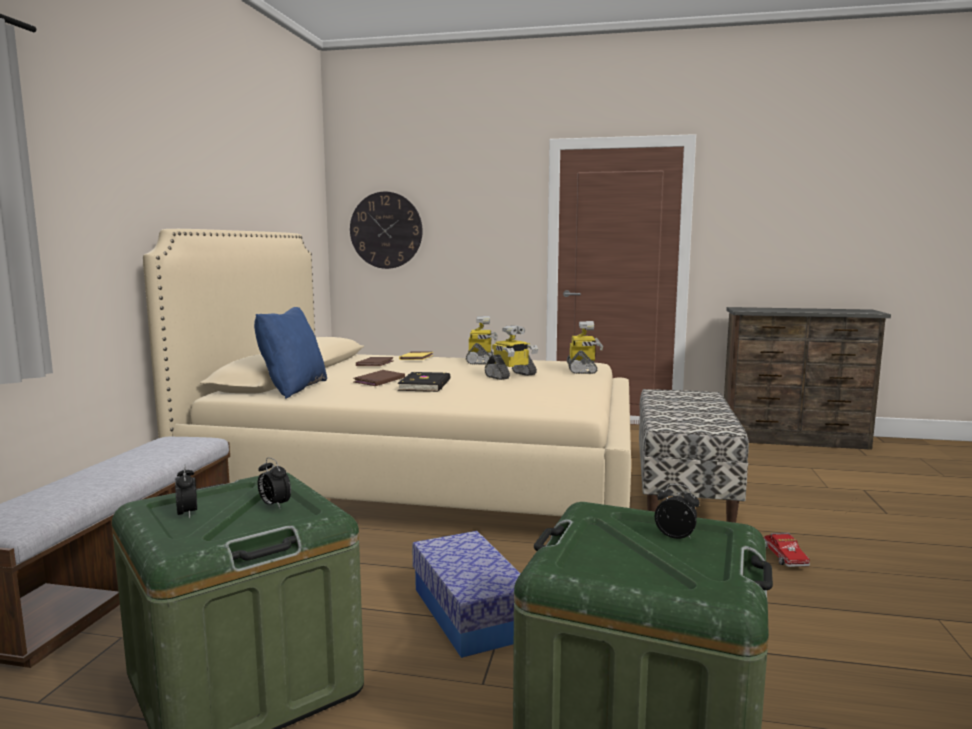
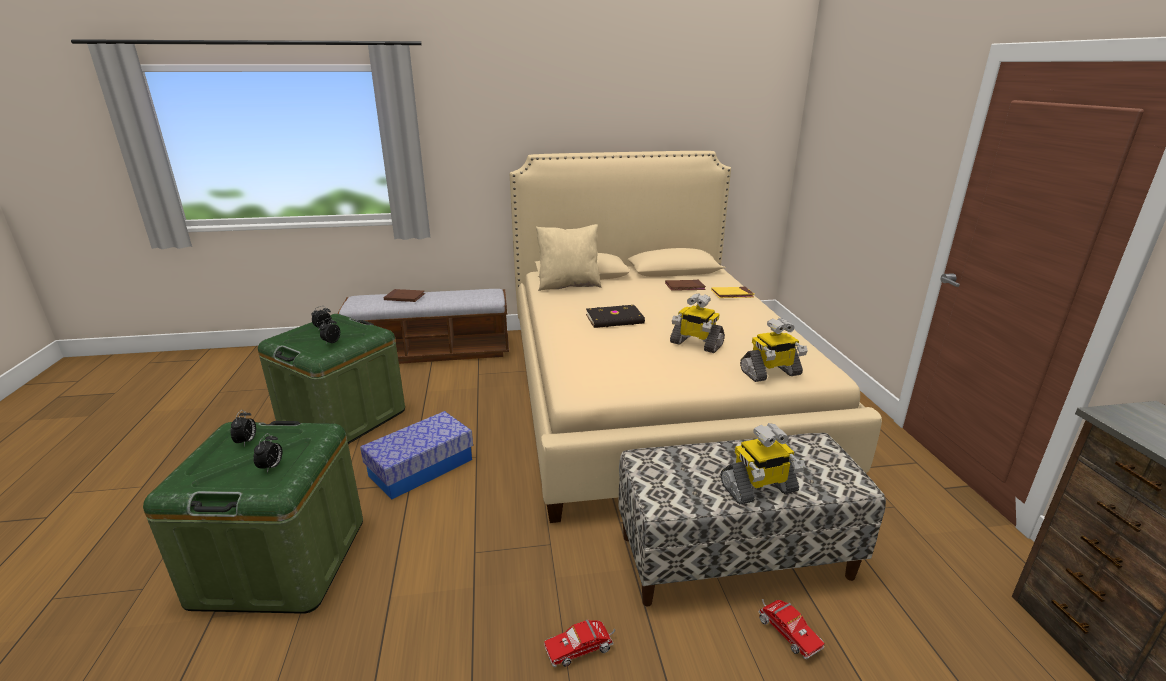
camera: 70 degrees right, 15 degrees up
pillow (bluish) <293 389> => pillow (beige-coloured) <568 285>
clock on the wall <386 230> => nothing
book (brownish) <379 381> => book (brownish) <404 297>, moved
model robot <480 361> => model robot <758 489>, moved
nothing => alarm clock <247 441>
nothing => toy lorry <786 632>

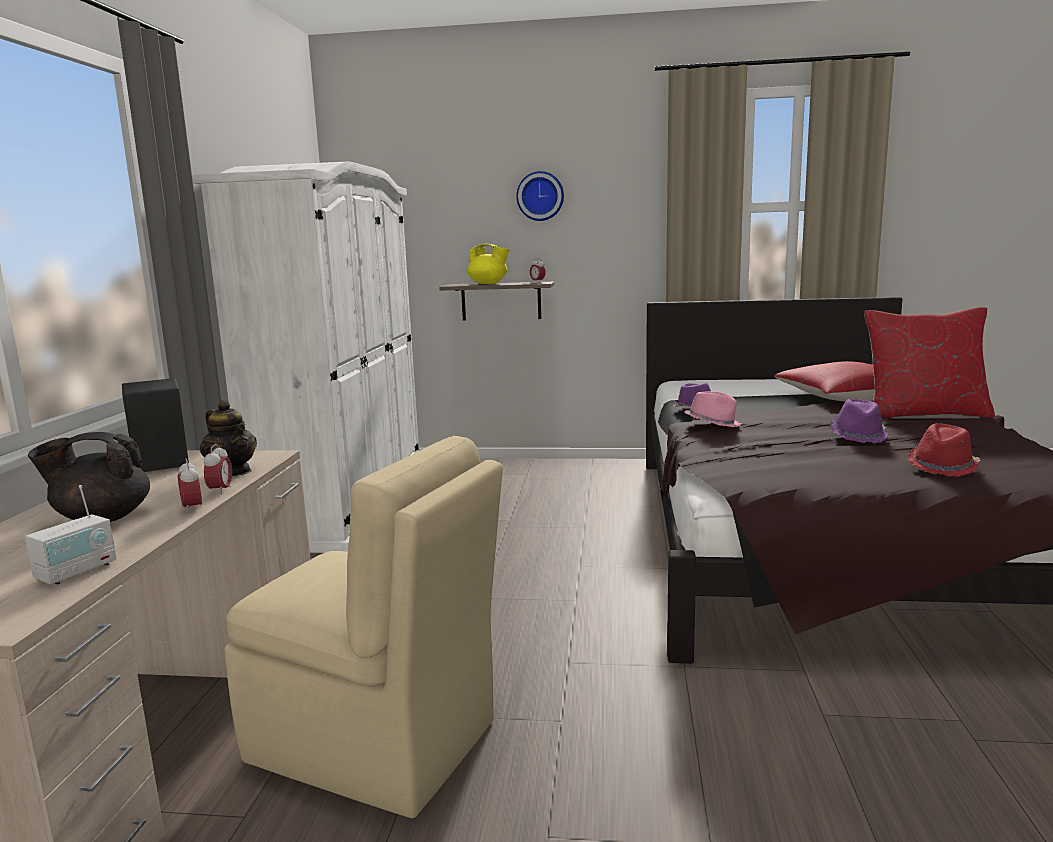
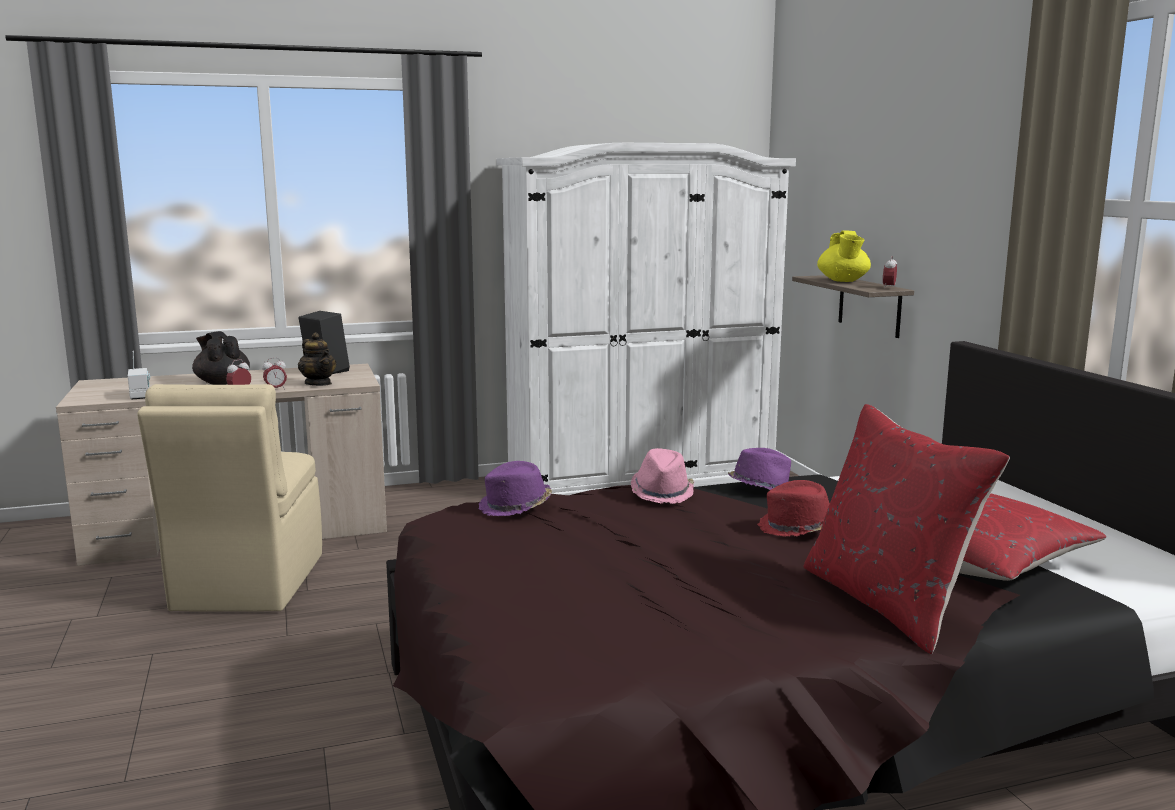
camera: 65 degrees right, 0 degrees up
radio set <77 571> => radio set <140 395>, 120 degrees counterclockwise
teapot <232 472> => teapot <318 383>, 60 degrees counterclockwise
clock on the wall <540 196> => nothing
wearable hat (purple) <858 435> => wearable hat (purple) <515 507>, moved
wearable hat (red-coloured) <942 466> => wearable hat (red-coloured) <797 528>, moved

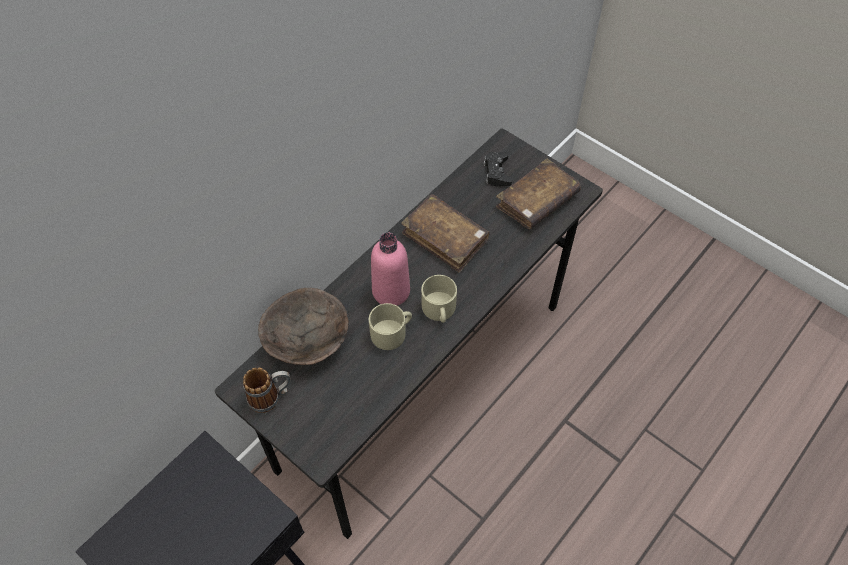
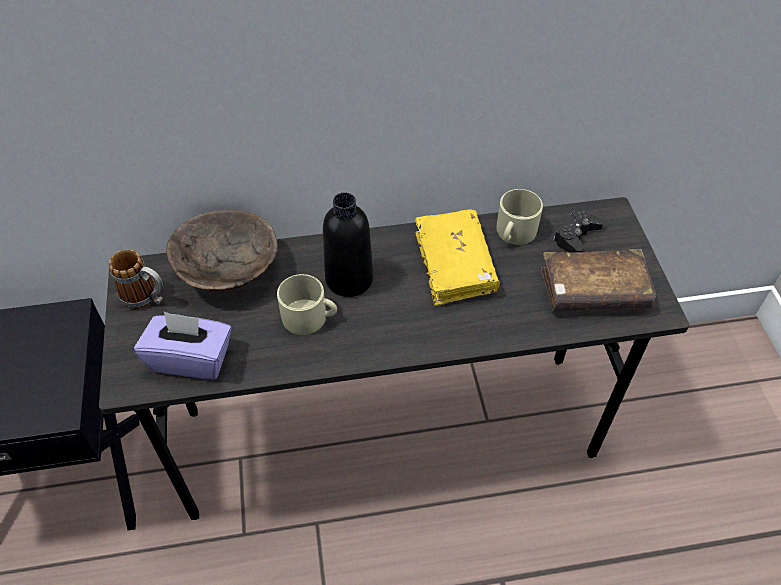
camera: 40 degrees right, 5 degrees down
beverage bottle (pink) <391 291> => beverage bottle (black) <349 279>
book (brownish) <445 238> => book (yellowish) <454 265>
coffee mug (beige-coloured) <439 310> => coffee mug (beige-coloured) <514 233>, moved
nothing => tissue box (purple) <191 359>

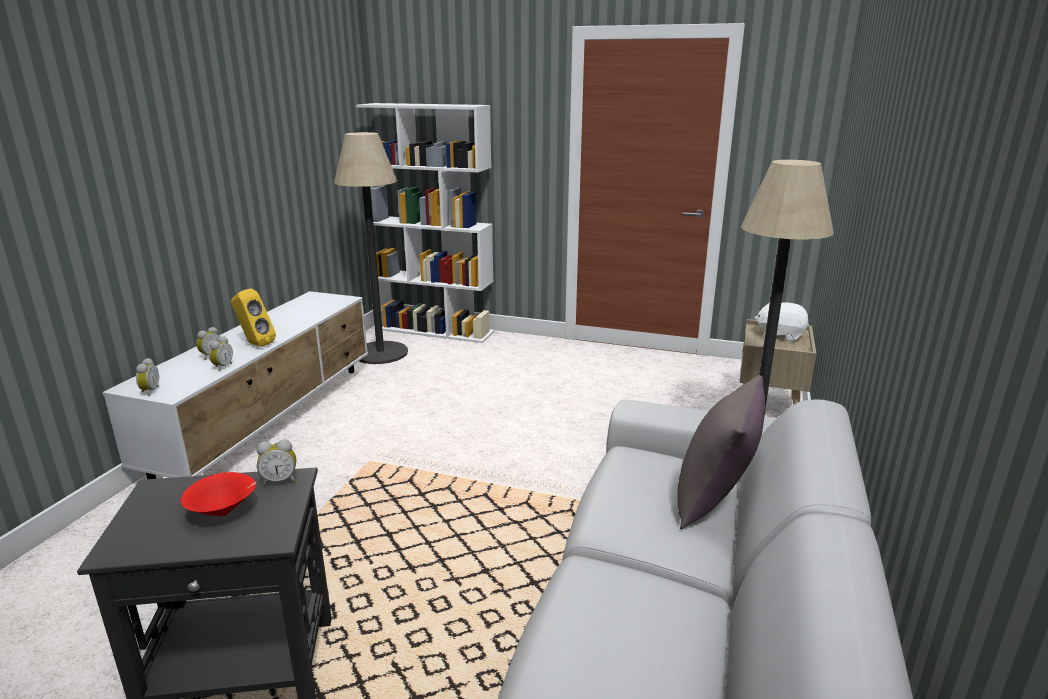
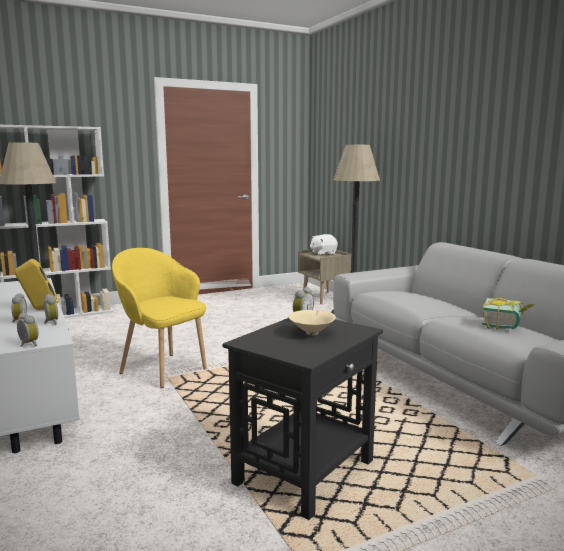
camera: 45 degrees left, 10 degrees down
deep dish (red-coloured) <224 512> => deep dish (beige-coloured) <312 333>
pillow (grey) <715 500> => nothing
nothing => lounge chair (yellowish) <163 369>
nothing => book <506 325>

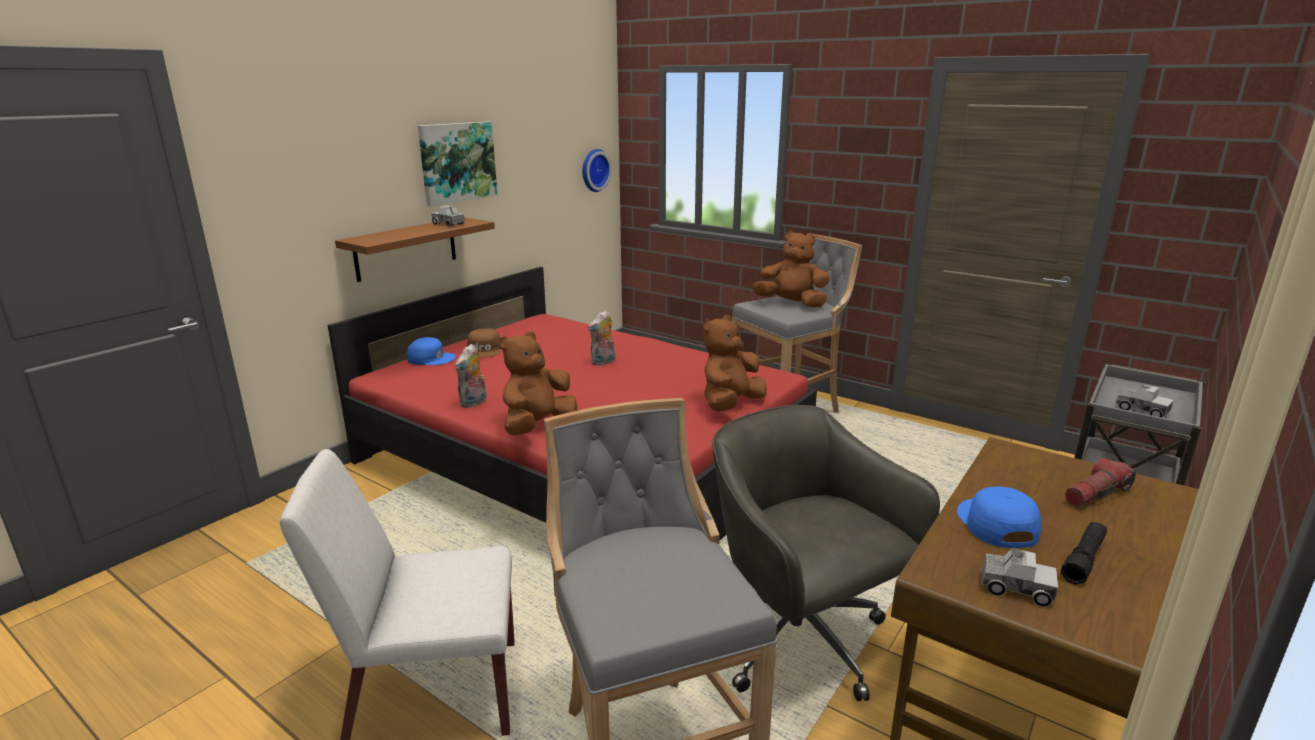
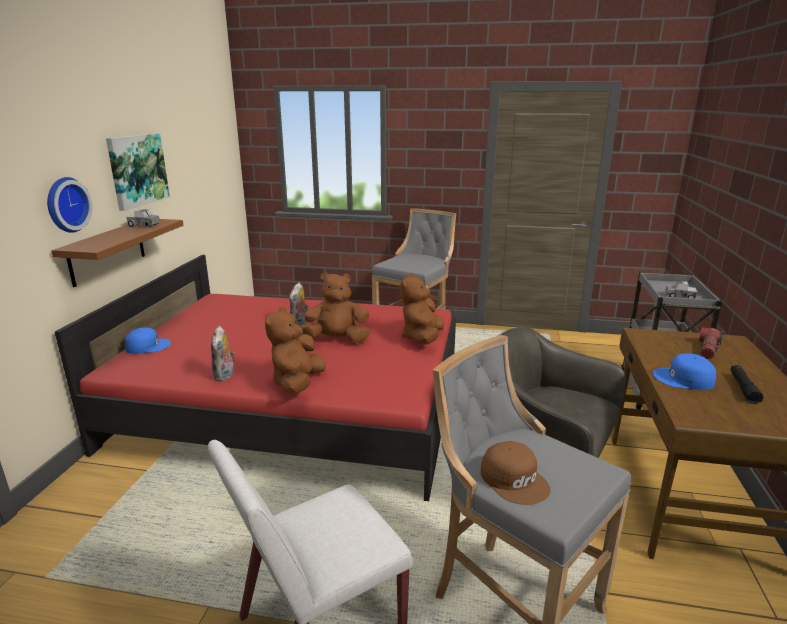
camera: 25 degrees left, 0 degrees up
baseball cap (brownish) <484 350> => baseball cap (brownish) <515 479>, moved
clock on the wall <593 170> => clock on the wall <65 204>, moved
plush toy (brownish) <791 304> => plush toy (brownish) <336 340>, moved
baseball cap (bluish) <995 524> => baseball cap (bluish) <684 379>, 45 degrees counterclockwise
toy lorry <1016 588> => nothing

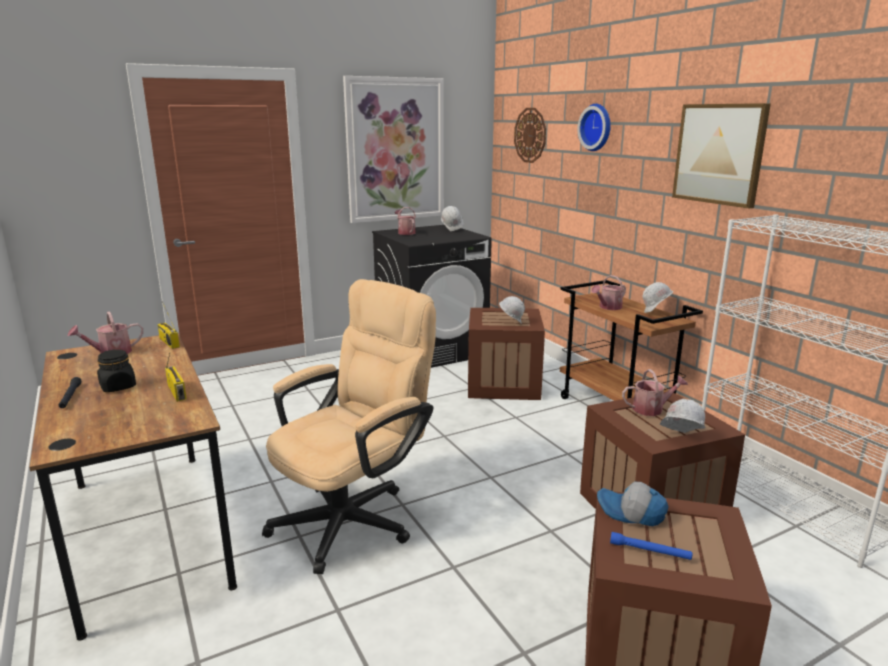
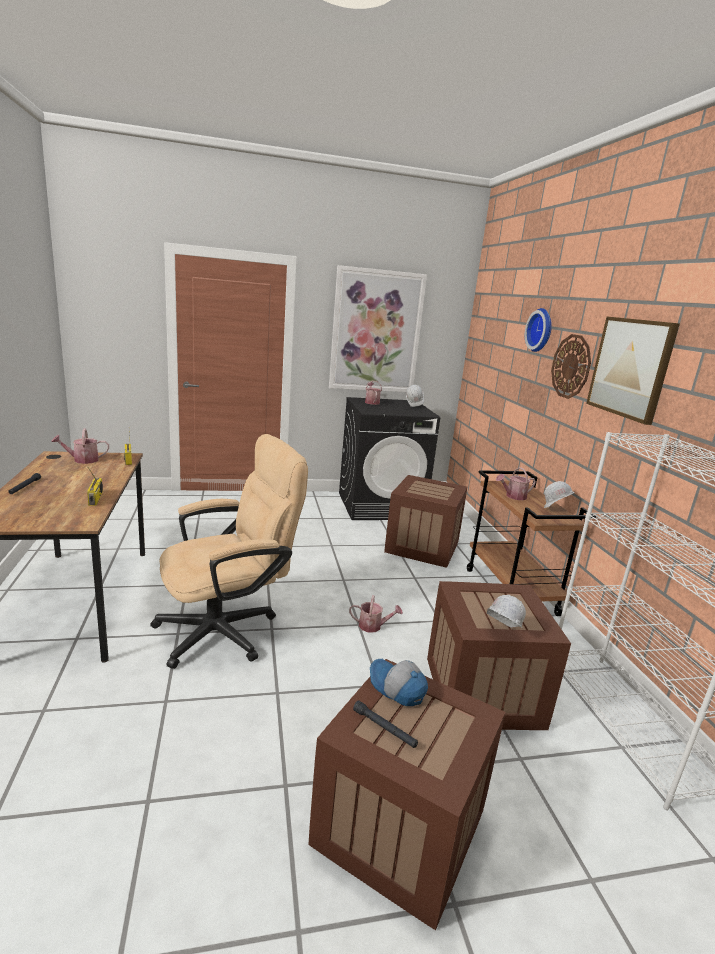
camera: 15 degrees right, 0 degrees up
preserve jar (black) <118 387> => nothing
work helmet (white-coloured) <511 322> => nothing
clock on the wall <530 135> => clock on the wall <571 366>, moved
hand torch (bluish) <650 551> => hand torch (black) <384 728>
watering pot <651 409> => watering pot <373 626>, moved

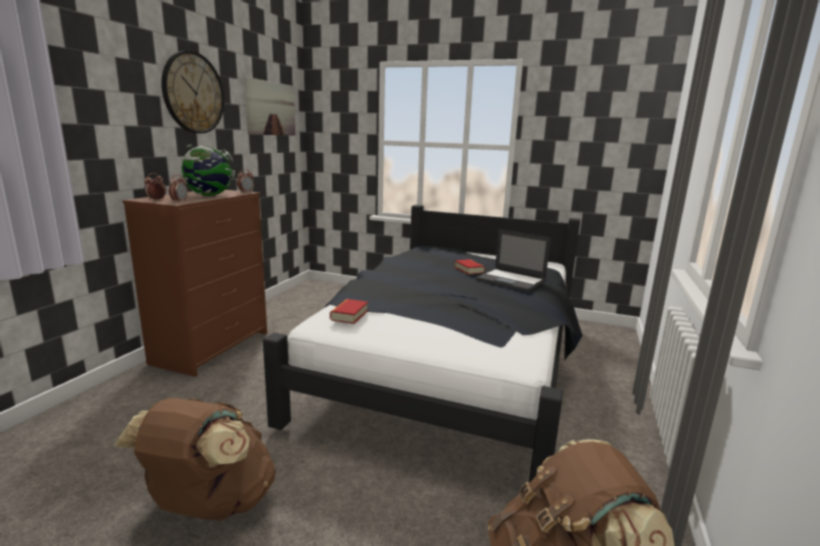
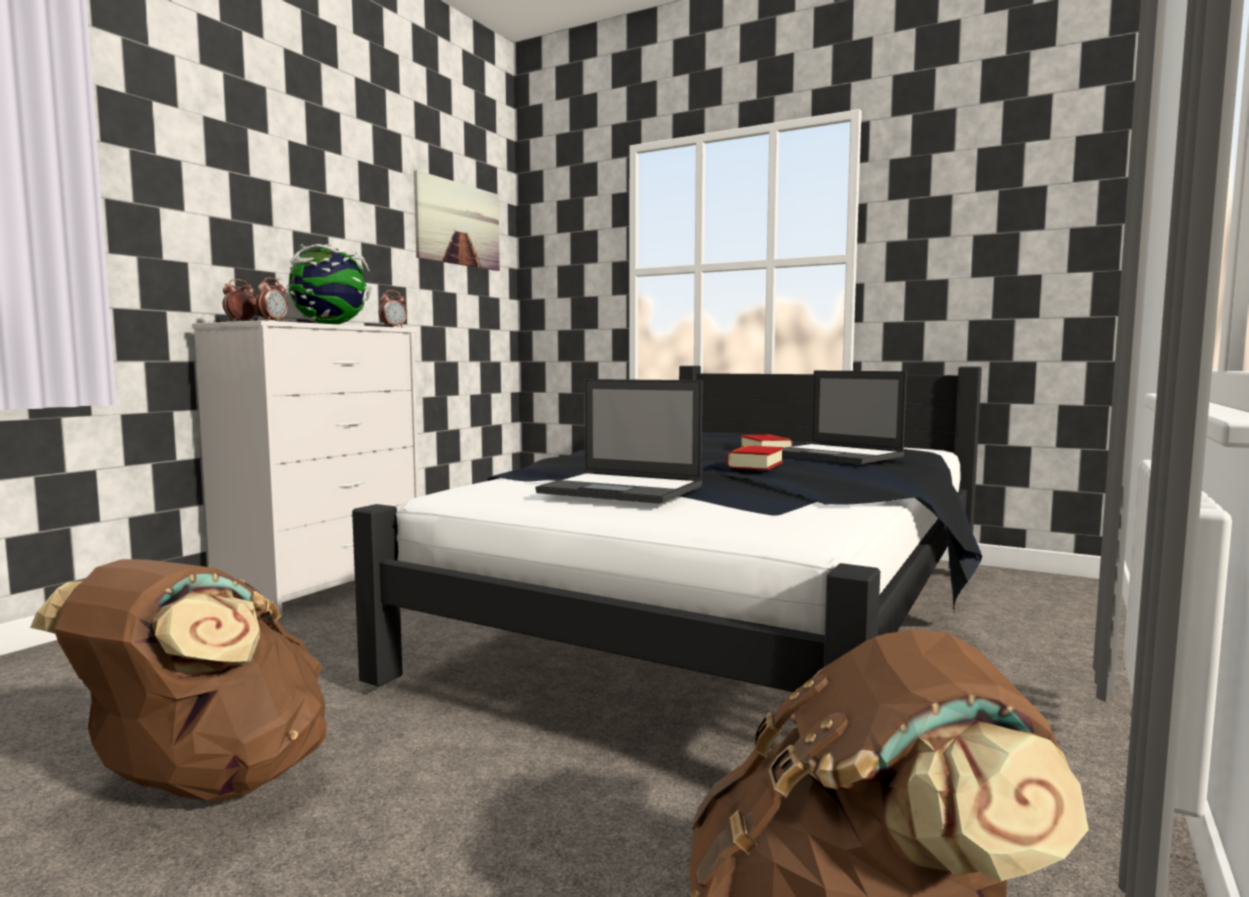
camera: 10 degrees right, 10 degrees down
dresser (brownish) <212 347> => dresser (white-coloured) <324 584>
clock on the wall <193 93> => nothing
book <349 315> => book <755 465>, moved
nothing => notebook computer <623 489>

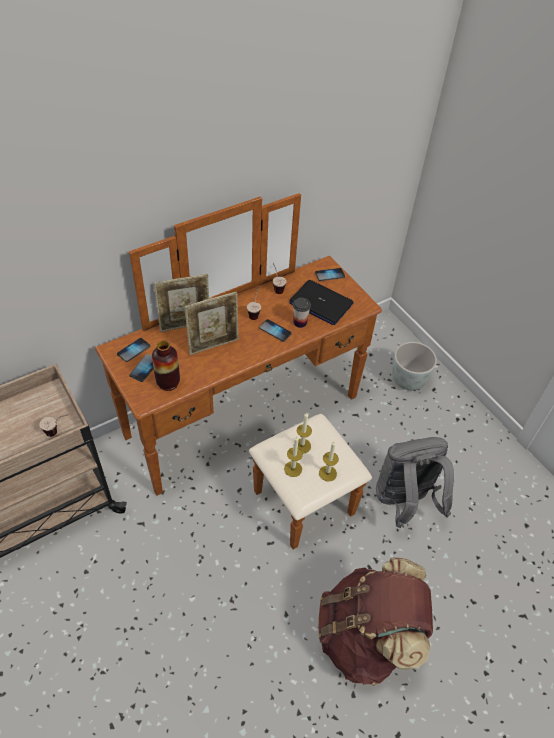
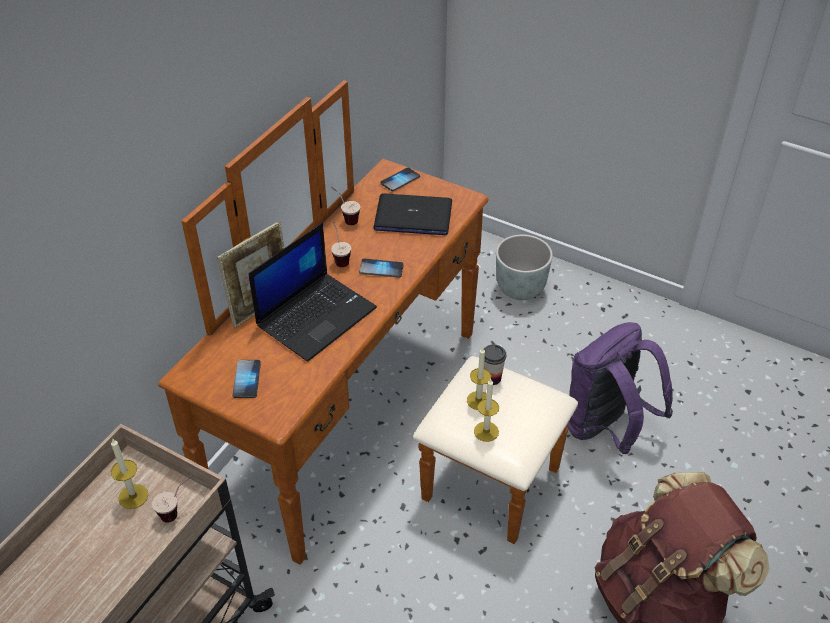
camera: 25 degrees left, 5 degrees down
phone <134 350> => nothing
flower vase <168 383> => nothing
standing frame <214 345> => notebook computer <316 315>
small cup <300 322> => small cup <492 378>, moved
wax light <327 473> => wax light <133 496>, moved
rucksack (grey) <404 502> => rucksack (purple) <606 428>

